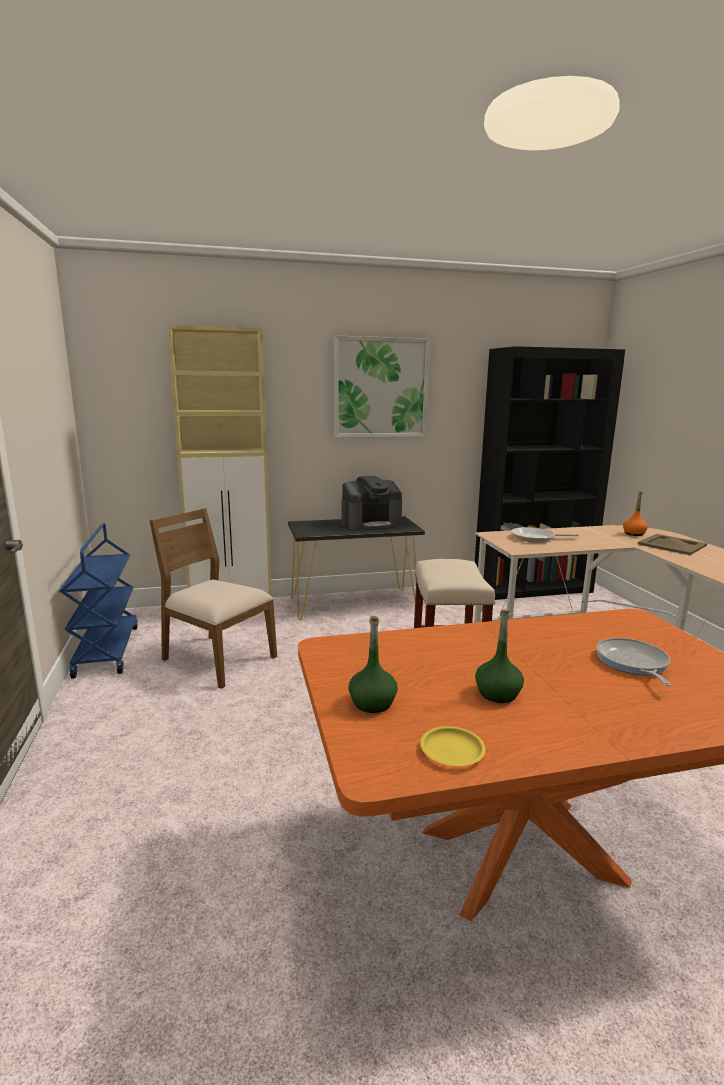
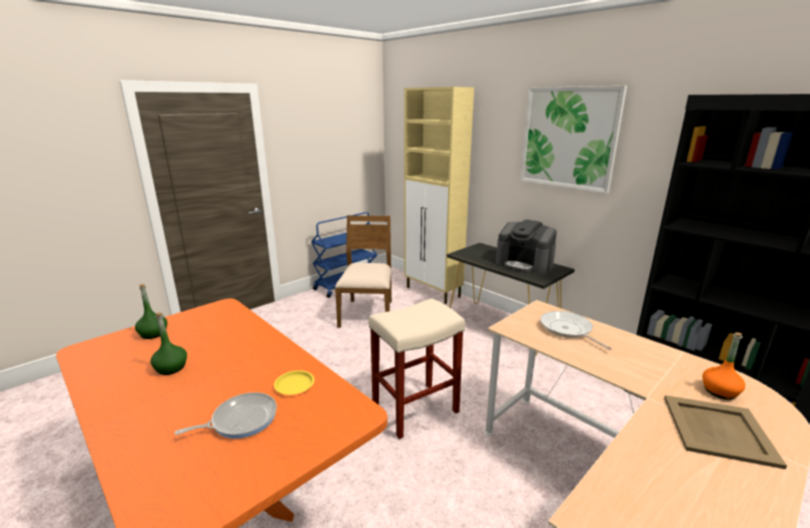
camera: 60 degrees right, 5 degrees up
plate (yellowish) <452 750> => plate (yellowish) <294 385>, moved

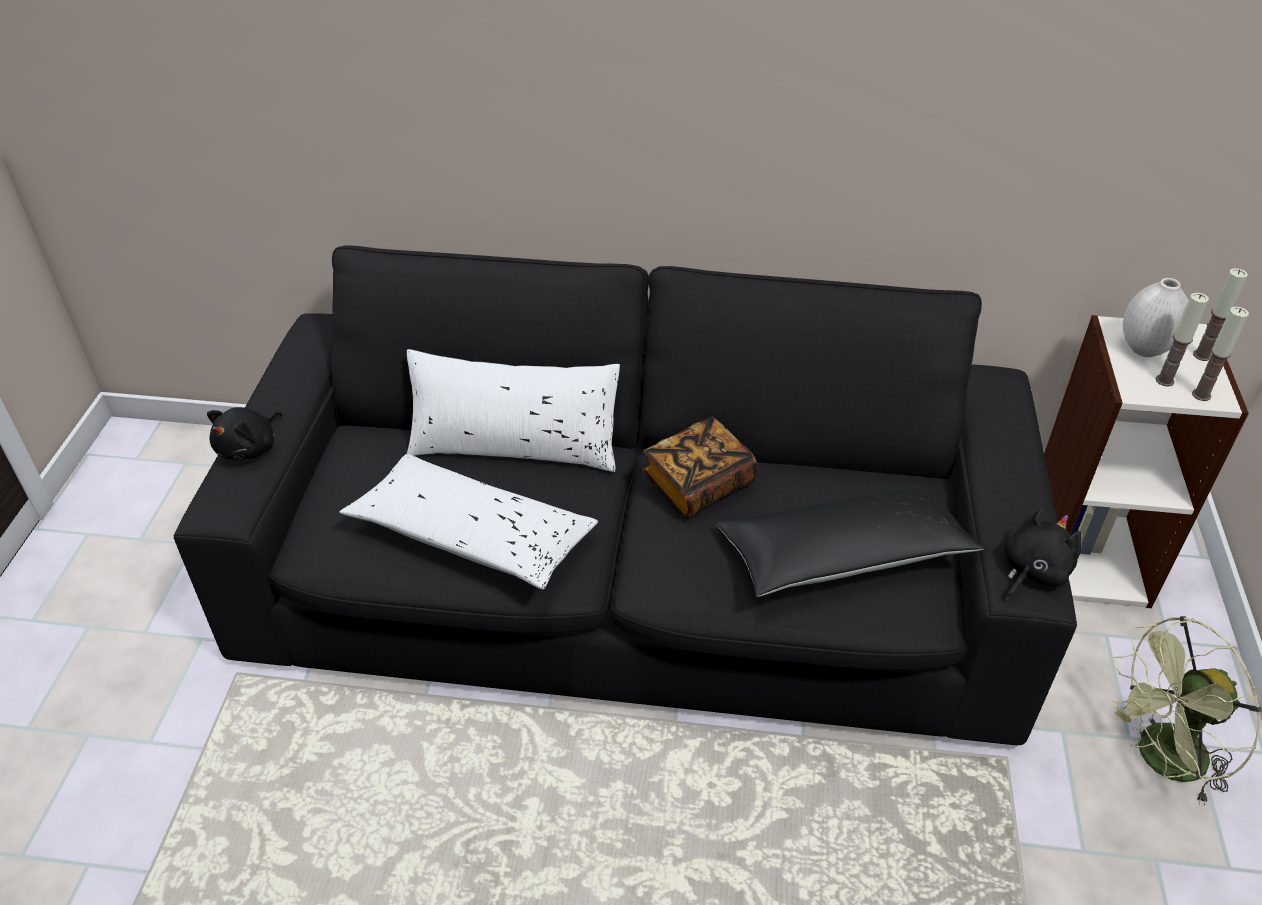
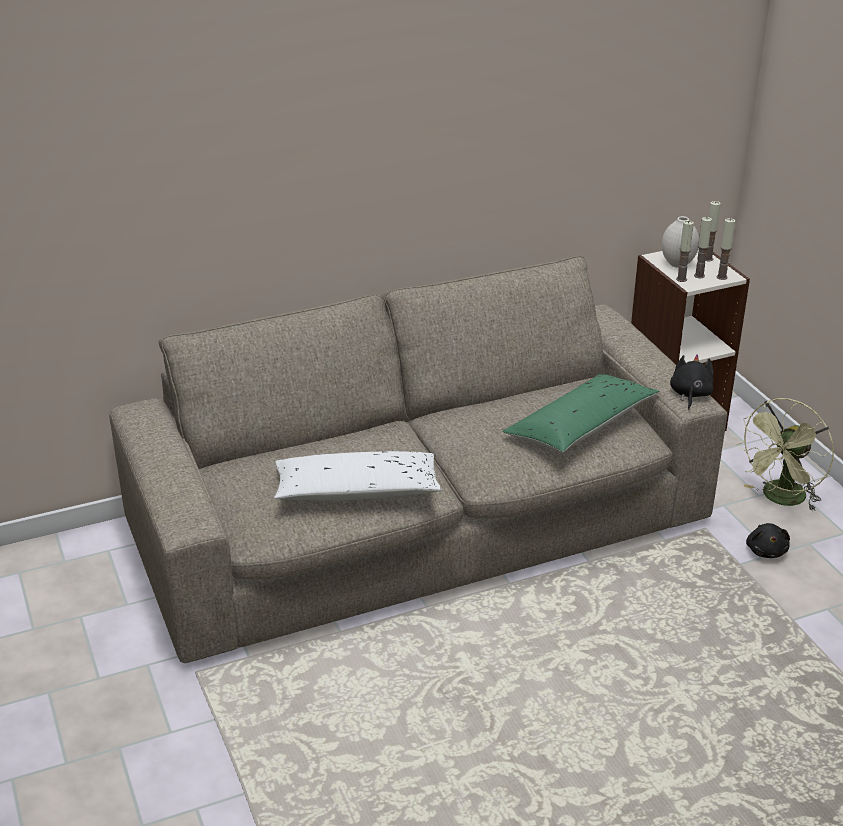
camera: 30 degrees left, 10 degrees down
sofa (black) <631 584> => sofa (beige-coloured) <420 525>
plush toy (black) <250 448> => plush toy (black) <766 550>, moved
pillow (white-coloured) <514 445> => nothing
book <698 484> => nothing
pillow (black) <843 554> => pillow (greenish) <580 426>
nothing => wax light <681 279>

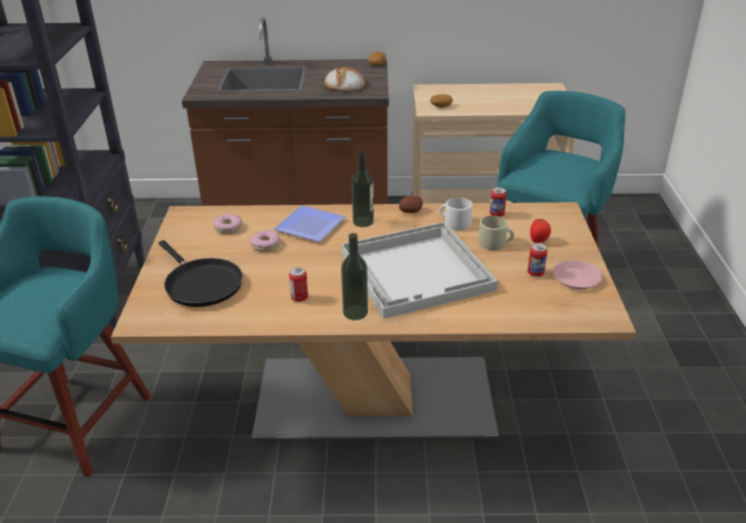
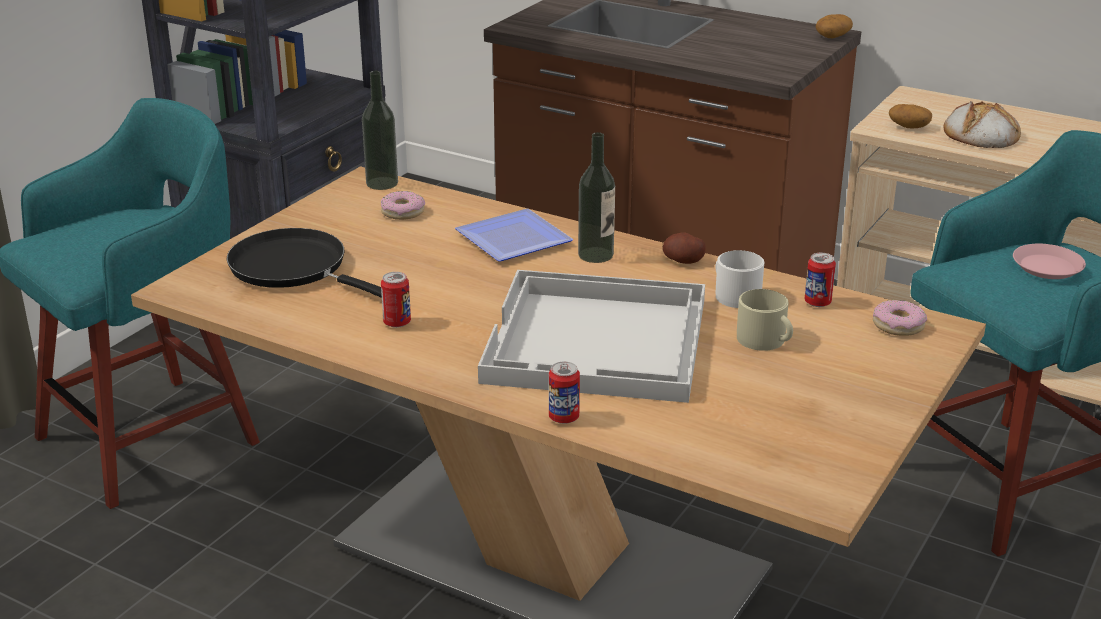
camera: 30 degrees right, 5 degrees down
skillet (black) <201 284> => skillet (black) <295 268>, 135 degrees clockwise
donut <265 245> => donut <898 325>, moved
bread <344 85> => bread <980 135>, moved
beverage bottle <355 312> => beverage bottle <382 183>, moved
sealed can <535 273> => sealed can <564 418>, moved
tomato <539 241> => nothing
plate (pink) <577 278> => plate (pink) <1047 267>, moved

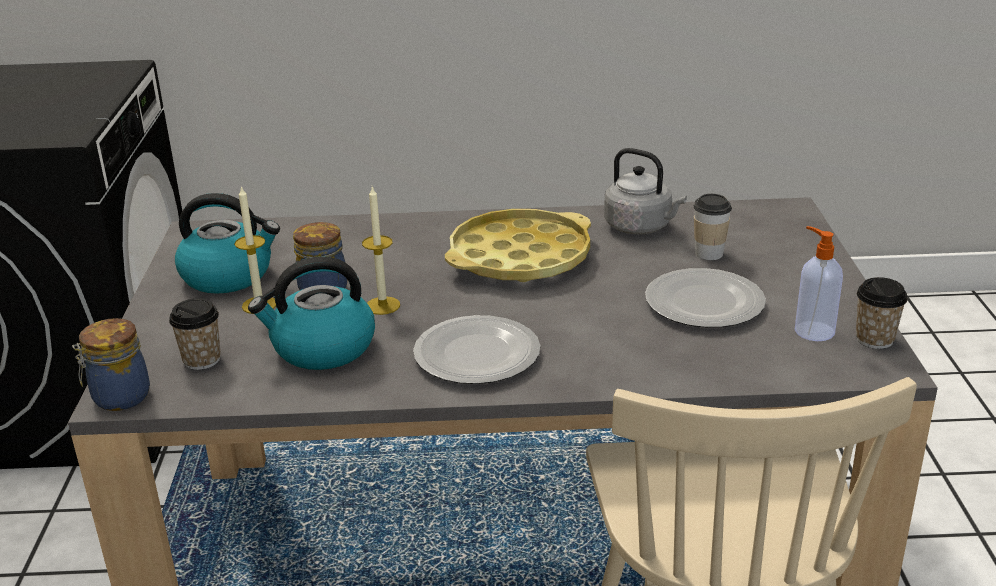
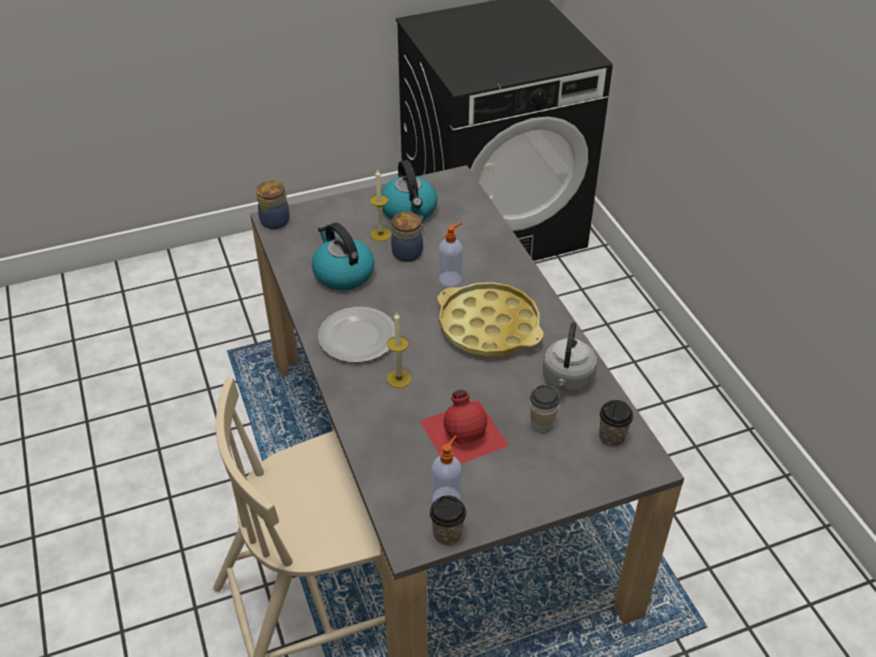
camera: 70 degrees right, 15 degrees up
small cup <202 360> => small cup <612 437>, moved
wax light <382 305> => wax light <399 378>, moved
plate <702 302> => beverage bottle (red-coloured) <464 431>
nothing => soap bottle <451 278>

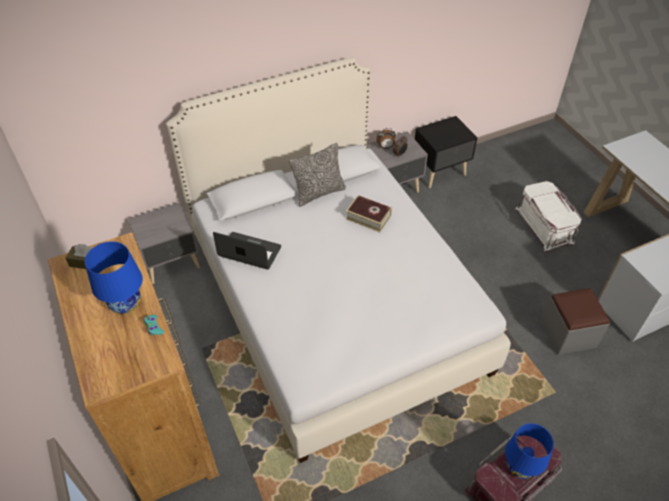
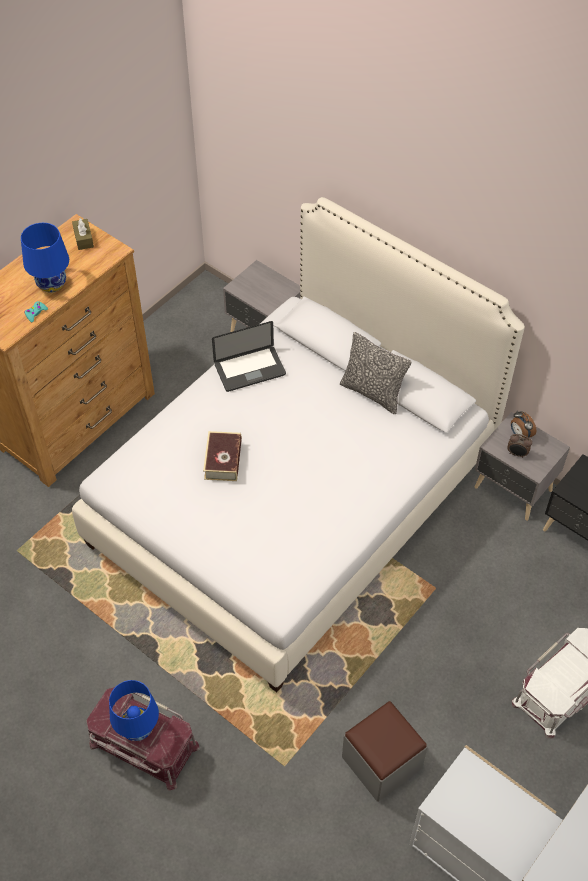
camera: 65 degrees right, 5 degrees up
notebook computer <249 252> => notebook computer <250 370>, 75 degrees clockwise
book <368 217> => book <223 460>, moved

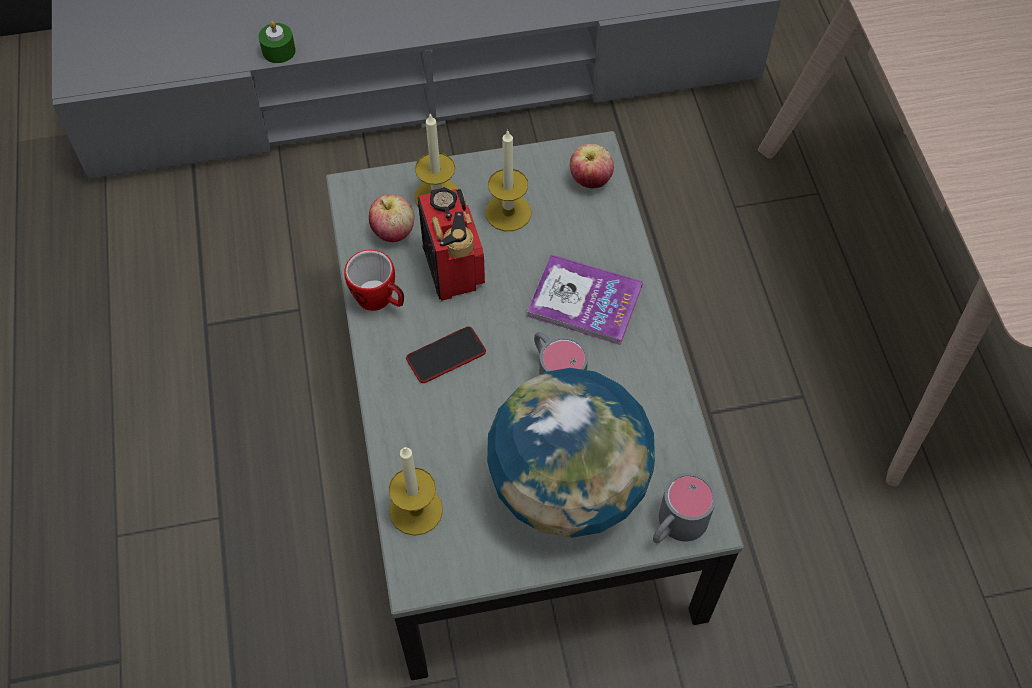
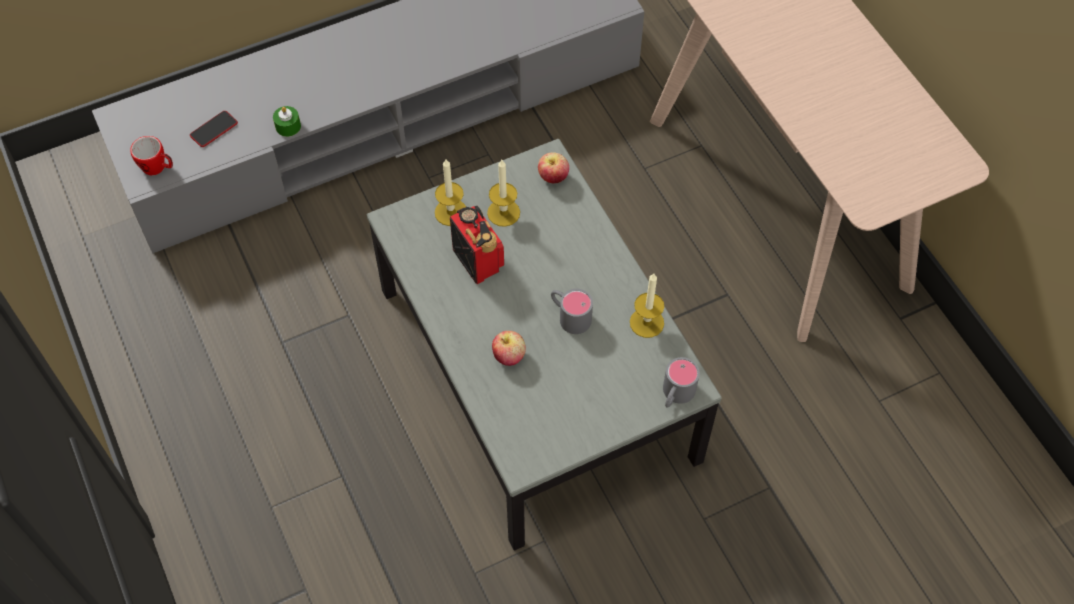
camera: 15 degrees left, 0 degrees up
coffee mug <380 300> => coffee mug <158 168>, moved
whole apple <393 232> => whole apple <509 356>, moved
wax light <416 510> => wax light <646 322>, moved
phone <446 355> => phone <214 129>, moved
desk globe <568 487> => nothing
book <584 301> => nothing

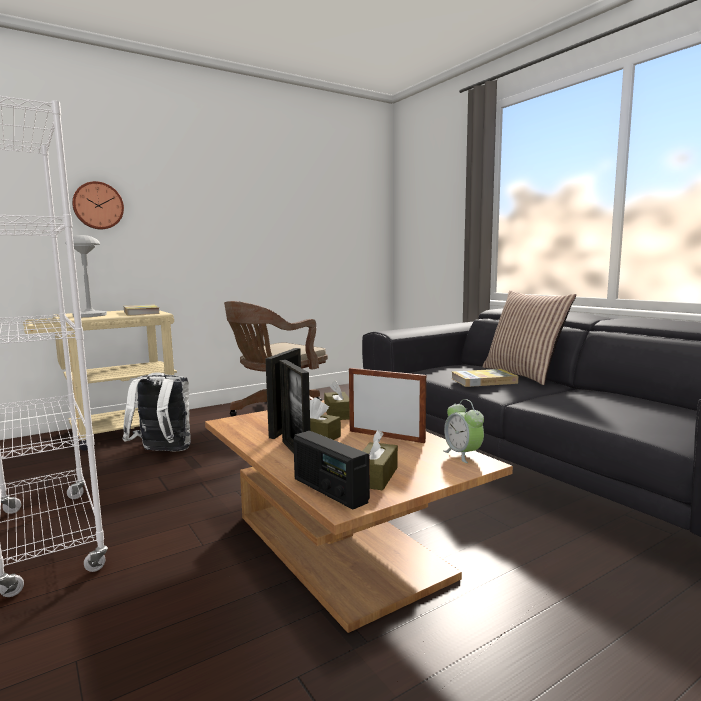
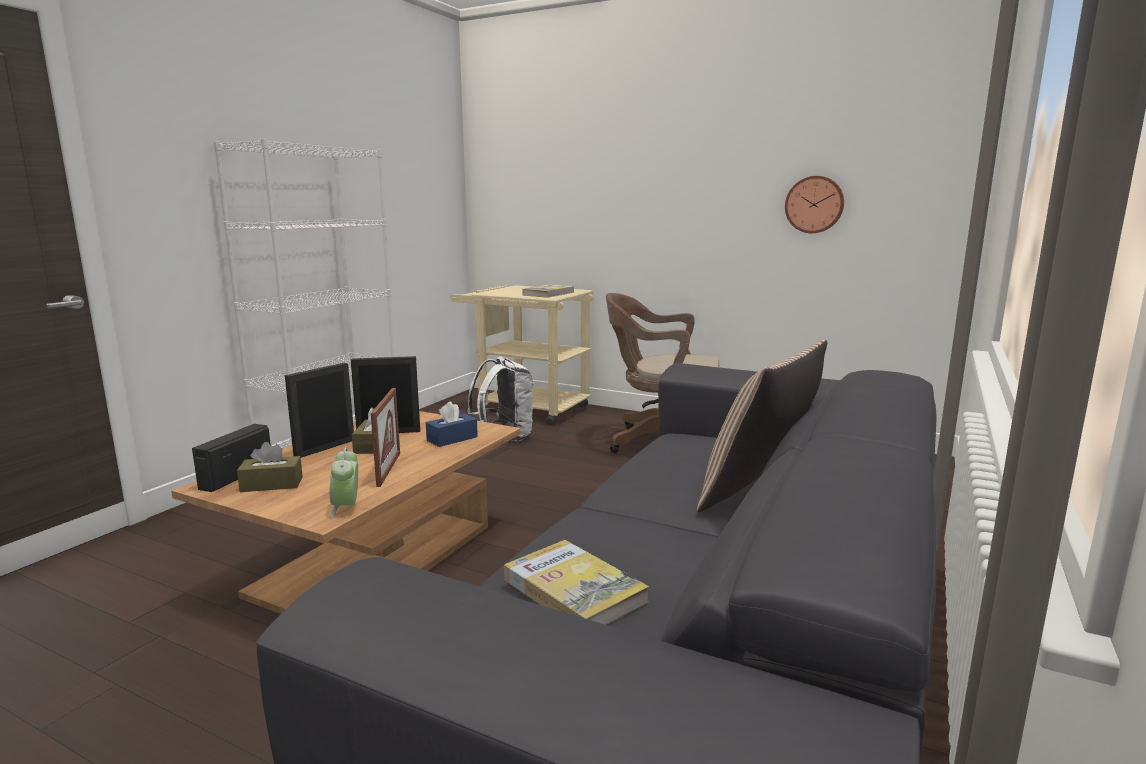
camera: 60 degrees right, 5 degrees up
tabletop lamp (grey) <90 315> => nothing
clock on the wall <98 206> => clock on the wall <814 204>, moved
tissue box (brownish) <337 414> => tissue box (bluish) <452 439>
alarm clock <463 455> => alarm clock <346 508>, 45 degrees counterclockwise
book <483 381> => book <574 590>, moved

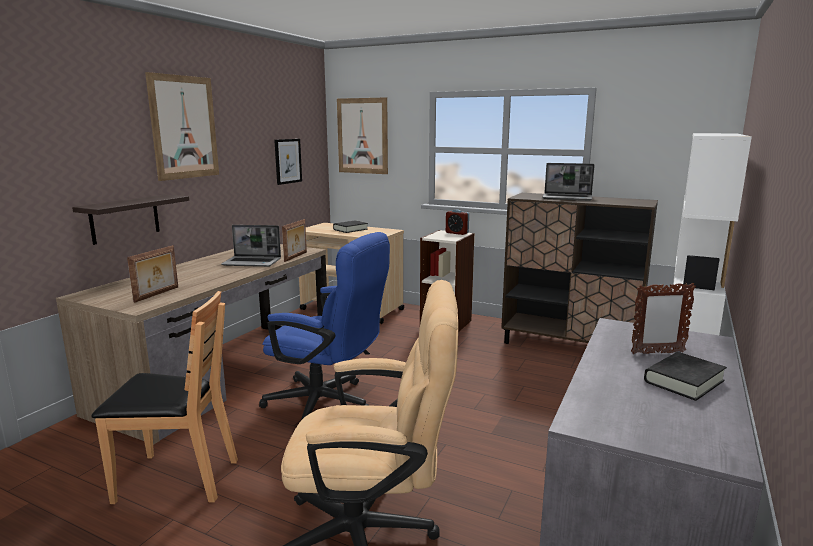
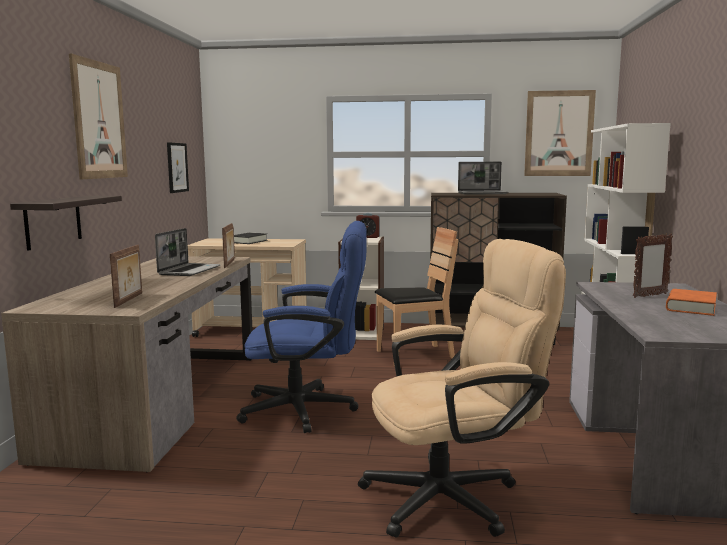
camera: 20 degrees left, 5 degrees down
plain chair (brownish) <177 479> => plain chair (brownish) <414 355>, moved
notebook computer <253 262> => notebook computer <189 271>, 60 degrees counterclockwise
wall art <362 136> => wall art <559 133>, moved
book (black) <683 381> => book (orange-coloured) <690 307>

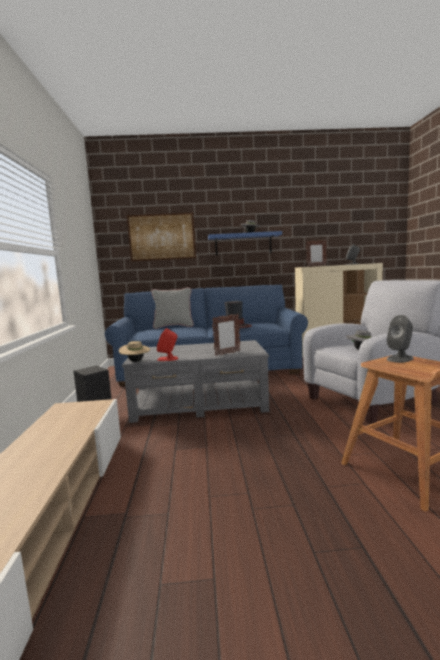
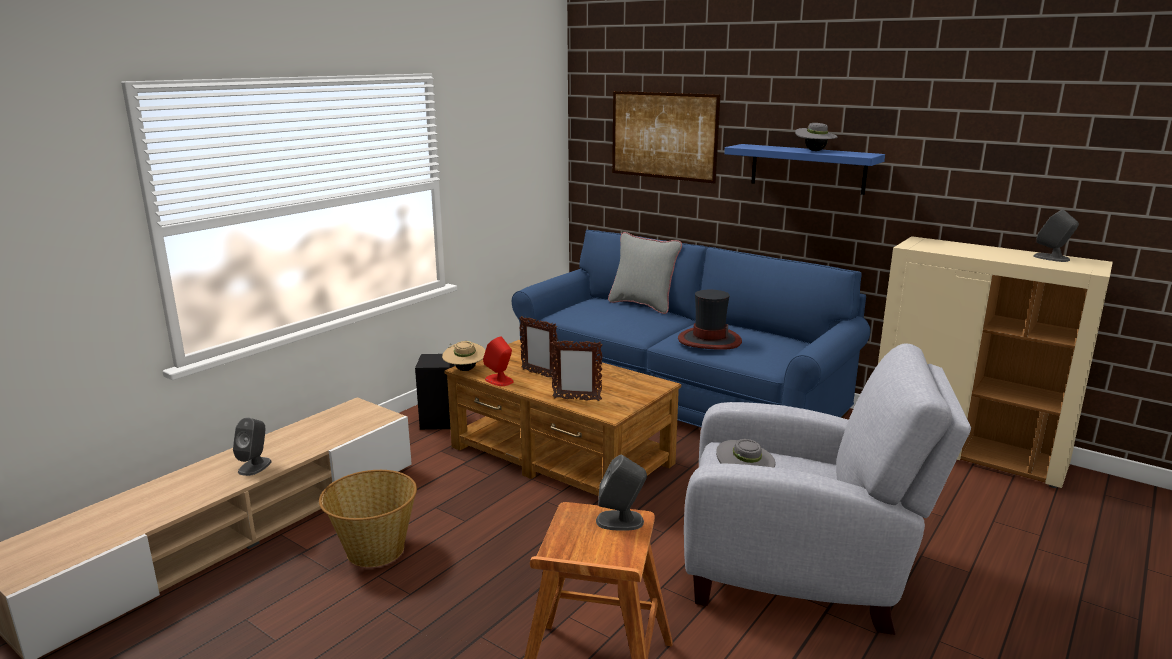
camera: 40 degrees right, 10 degrees up
low table (grey) <200 403> => low table (brownish) <561 456>
standing frame <316 266> => standing frame <539 374>, moved
nothing => speaker (grey) <255 466>
nothing => basket <374 550>

